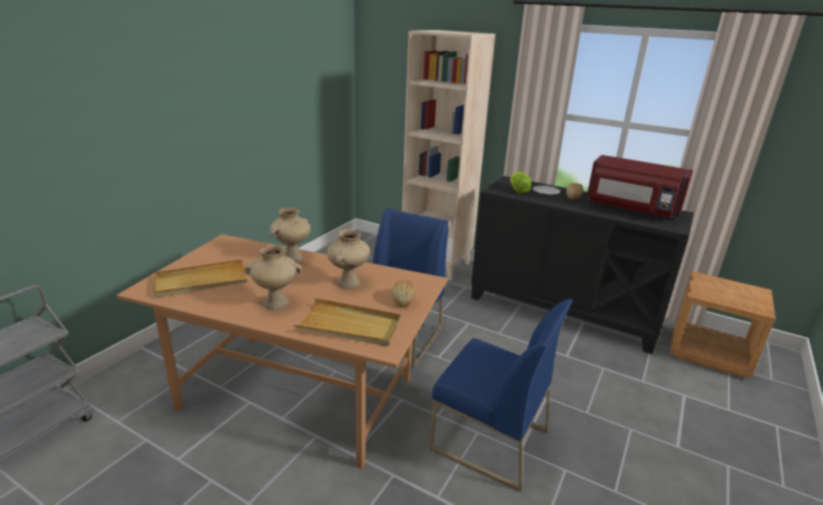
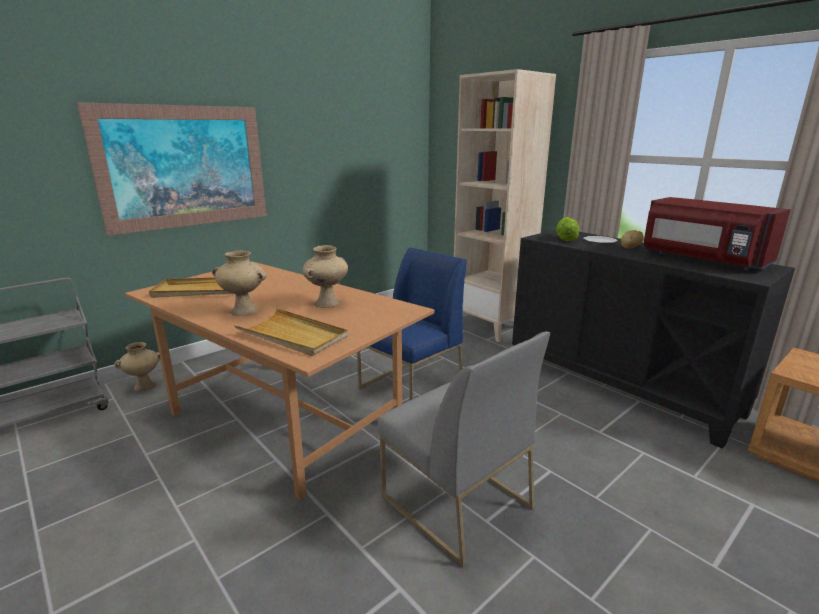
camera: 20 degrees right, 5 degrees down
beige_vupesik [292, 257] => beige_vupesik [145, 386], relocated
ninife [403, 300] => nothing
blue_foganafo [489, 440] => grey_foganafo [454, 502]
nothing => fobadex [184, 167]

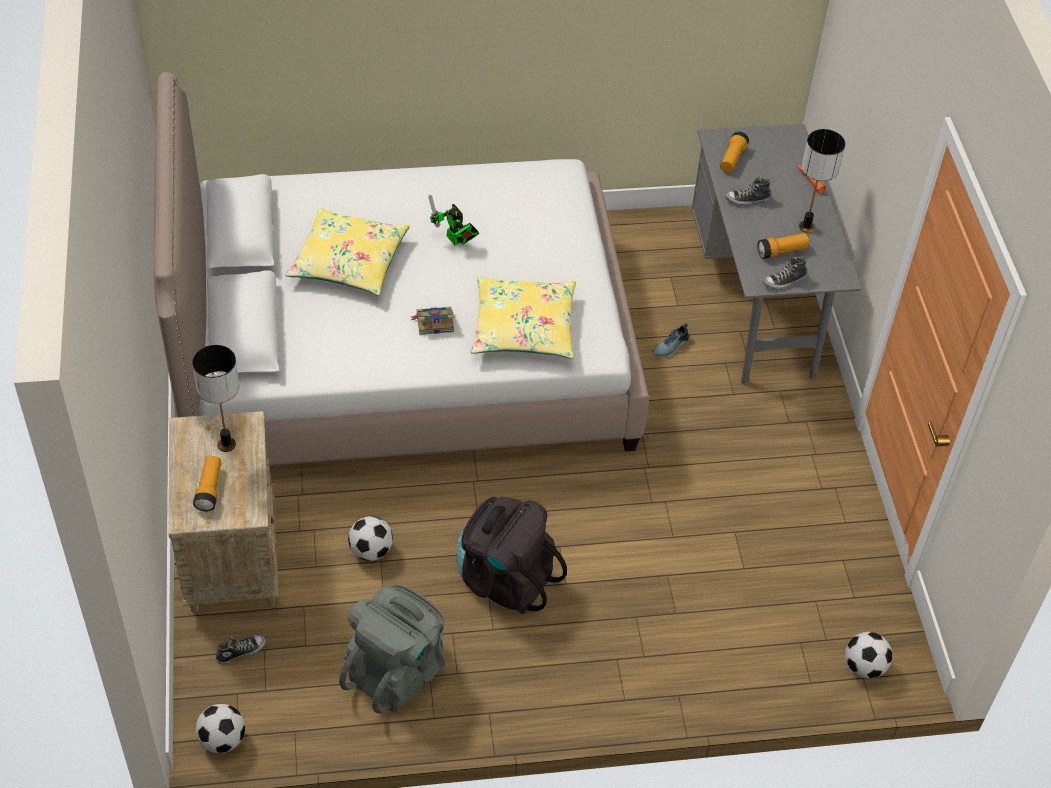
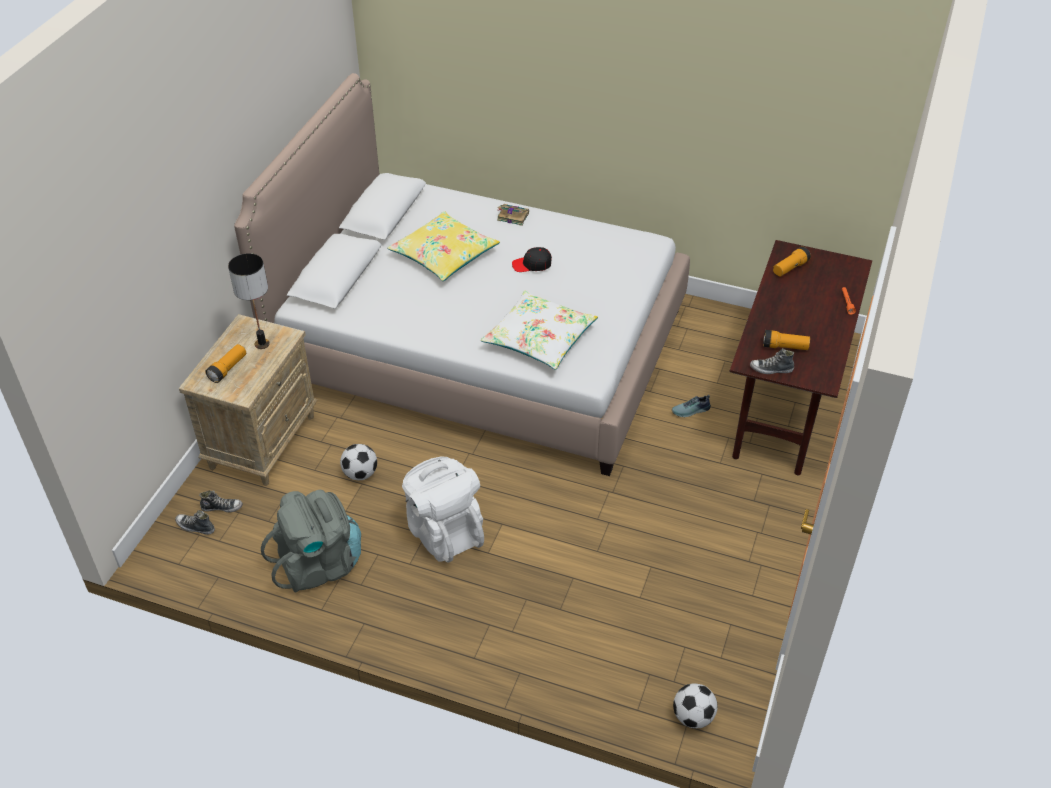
camera: 30 degrees right, 5 degrees down
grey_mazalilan [756, 302] => brown_mazalilan [785, 402]
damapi [806, 227] => nothing
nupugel [747, 200] => nupugel [195, 527], relocated
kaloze [455, 241] => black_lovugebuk [532, 265]
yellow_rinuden [523, 327] => white_rinuden [539, 339]
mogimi [434, 322] => mogimi [512, 216], relocated
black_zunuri [505, 579] => white_zunuri [444, 531]
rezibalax [222, 740] => nothing

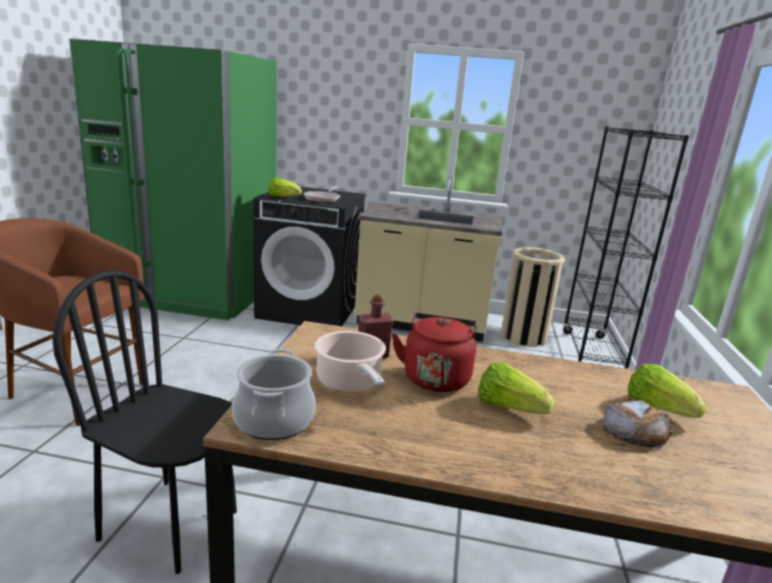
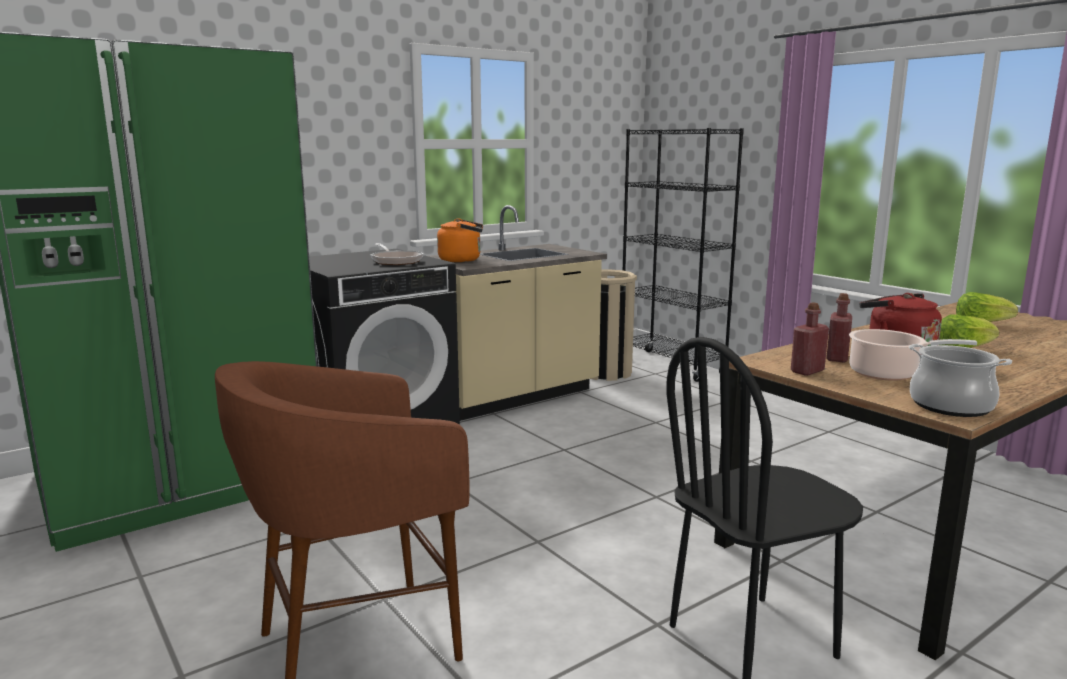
camera: 45 degrees left, 5 degrees down
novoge [283, 197] => nothing
ninife [635, 431] => nothing
nothing => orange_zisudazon [462, 260]
nothing => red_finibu [807, 371]

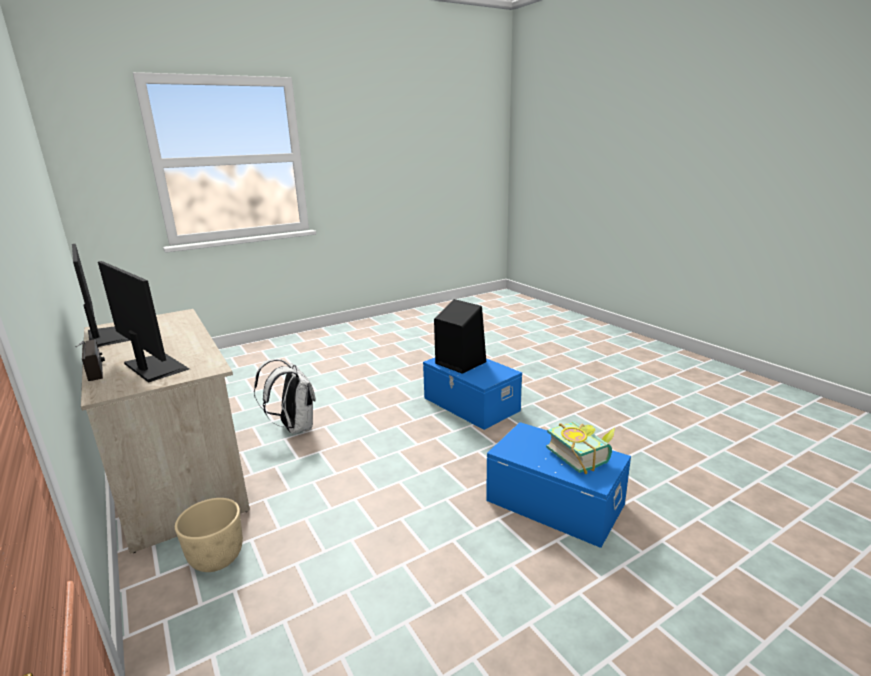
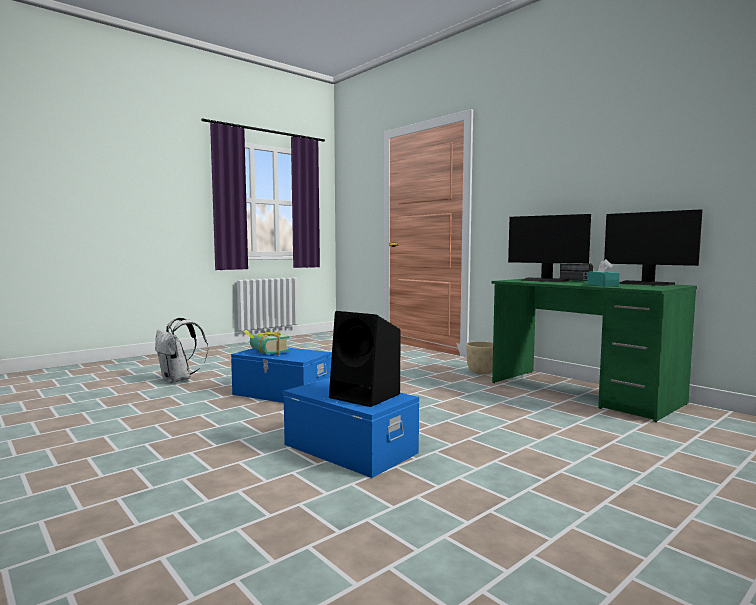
camera: 170 degrees right, 15 degrees down
beige_mazalilan [178, 472] => green_mazalilan [583, 393]
white_zunuri [294, 428] => white_zunuri [178, 380], relocated
nothing => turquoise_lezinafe [603, 285]

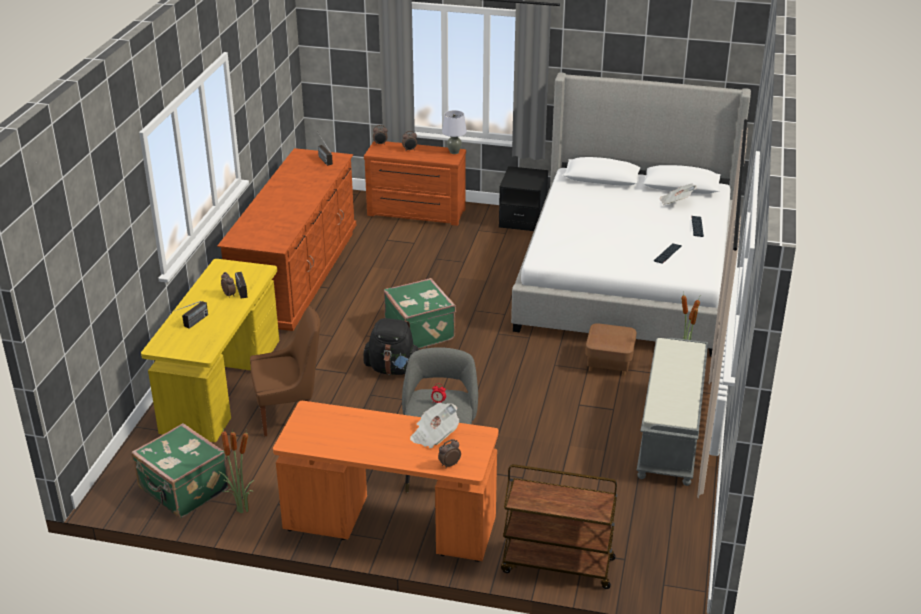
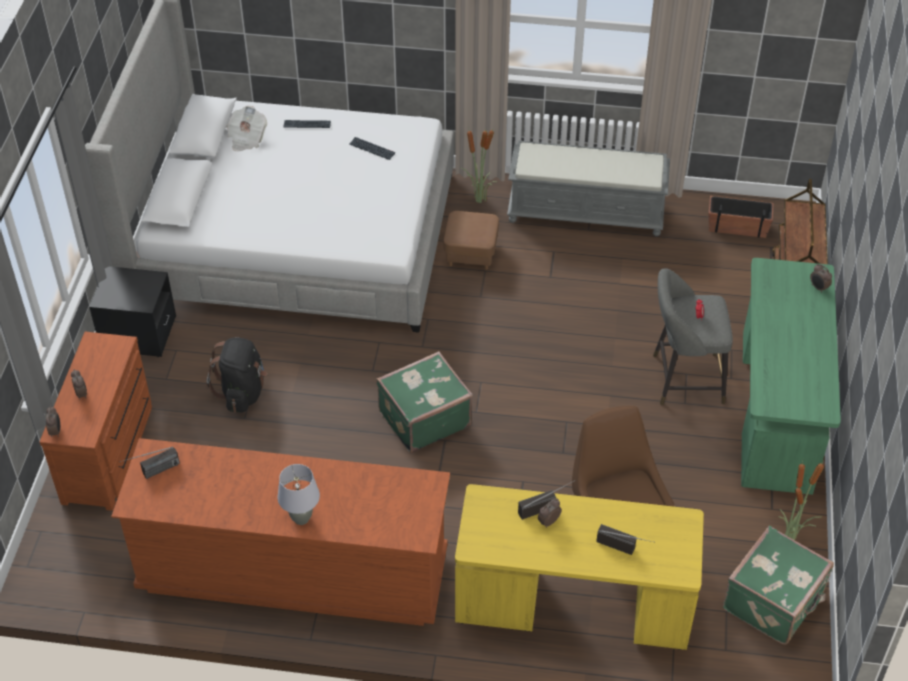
camera: 95 degrees left, 15 degrees up
grey_damapi [454, 152] => grey_damapi [301, 519], relocated
black_zunuri [393, 369] => black_zunuri [242, 392], relocated
orange_mazalilan [390, 525] => green_mazalilan [776, 411]
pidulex [434, 435] => nothing
nothing => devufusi [737, 226]

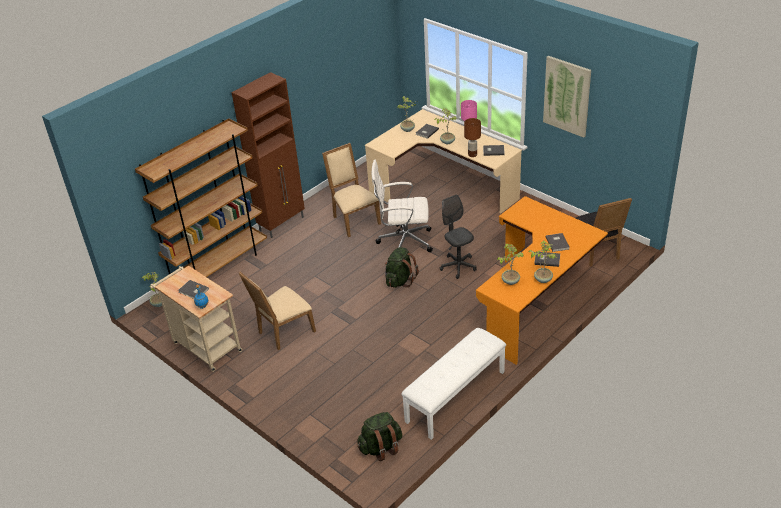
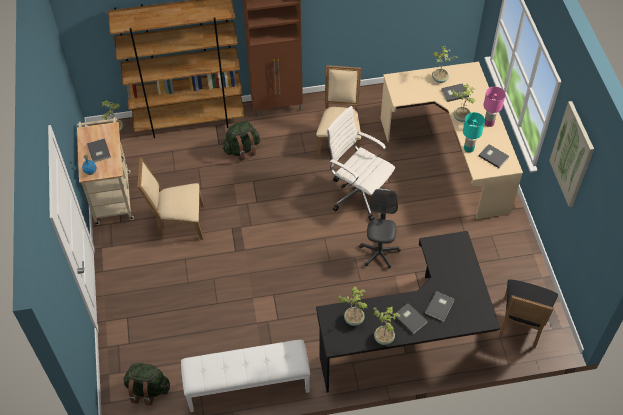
camera: 35 degrees right, 15 degrees up
brown_damapi [472, 154] => turquoise_damapi [469, 148]
orange_mazalilan [537, 301] => black_mazalilan [411, 339]
green_zunuri [400, 280] => green_zunuri [242, 150], relocated

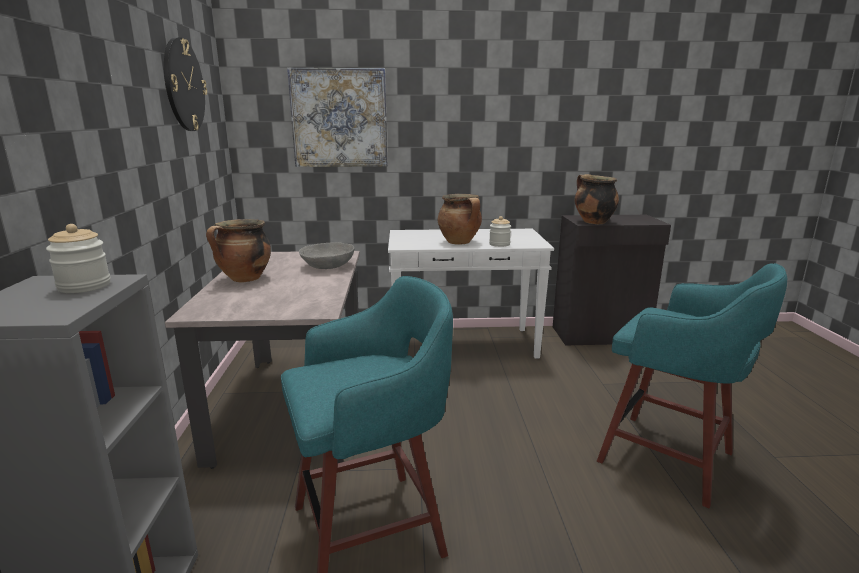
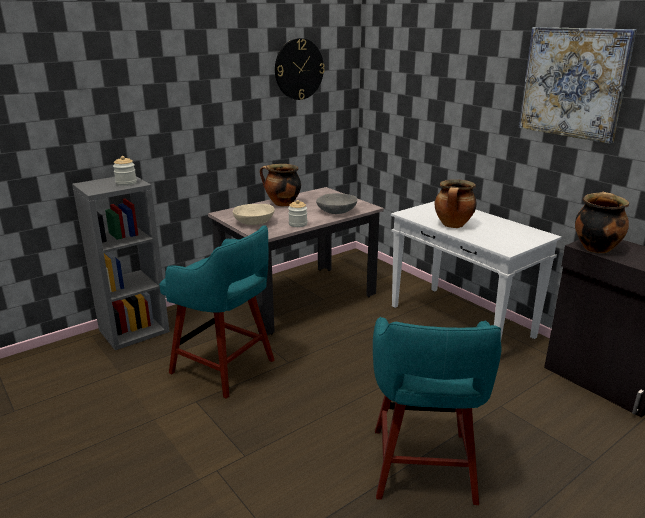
camera: 55 degrees right, 5 degrees up
fobadex [339, 118] => fobadex [573, 83], relocated
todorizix [499, 244] => todorizix [298, 224], relocated
nothing => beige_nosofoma [254, 222]

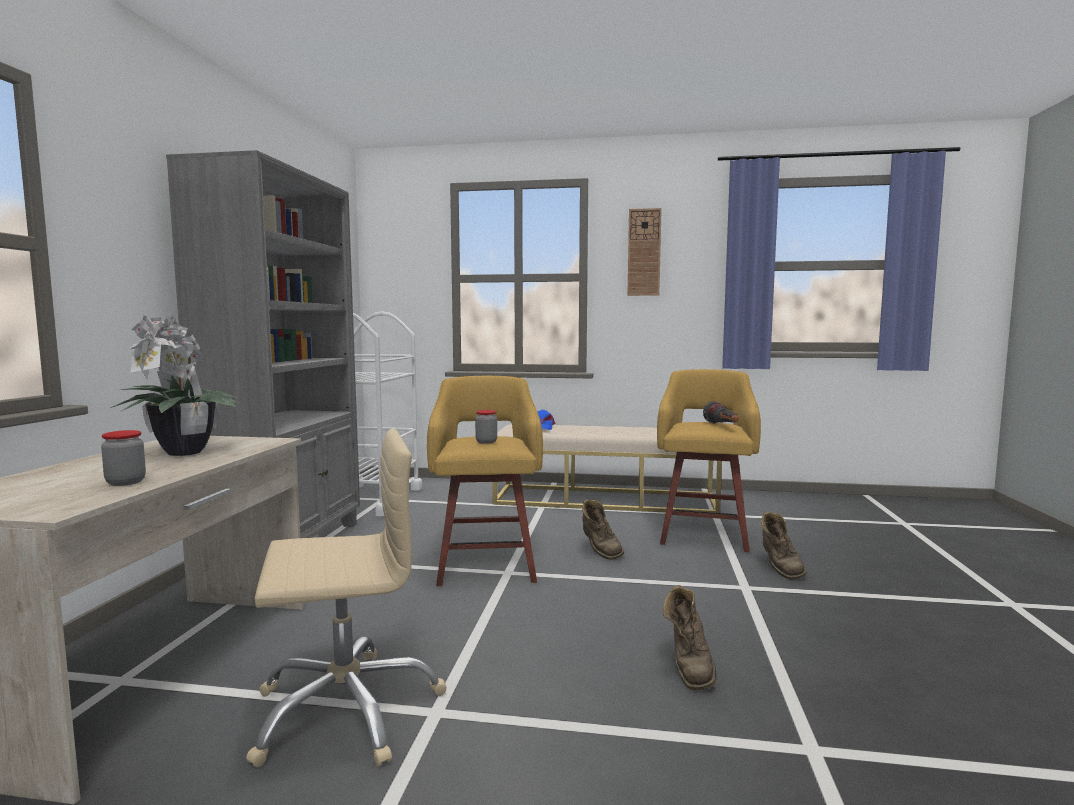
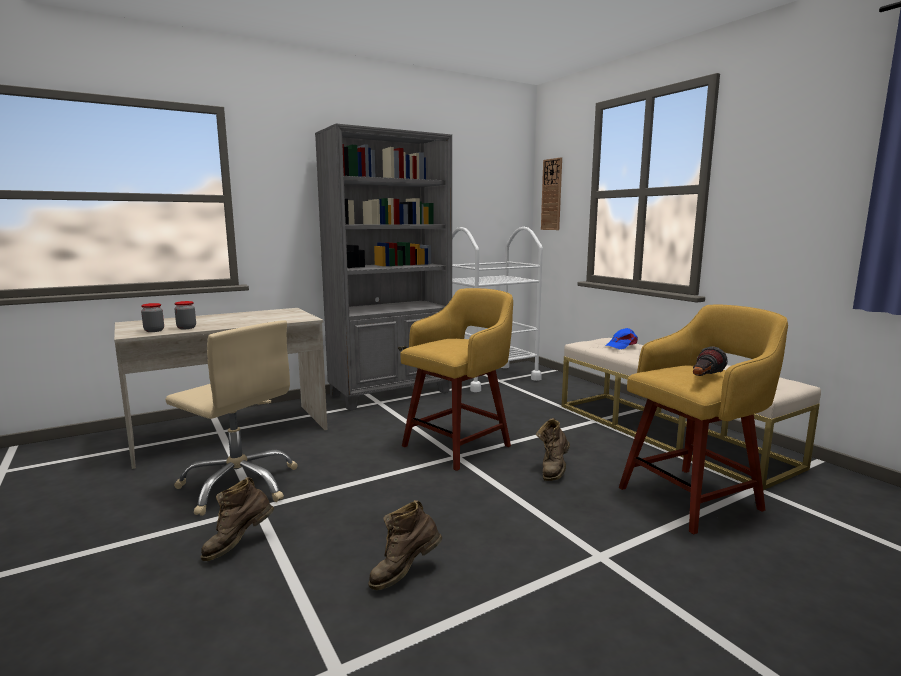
camera: 50 degrees right, 5 degrees up
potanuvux [644, 252] => potanuvux [552, 194], relocated
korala [181, 453] => nothing
todorizix [486, 442] => todorizix [154, 330], relocated
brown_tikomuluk [779, 568] => brown_tikomuluk [238, 545], relocated

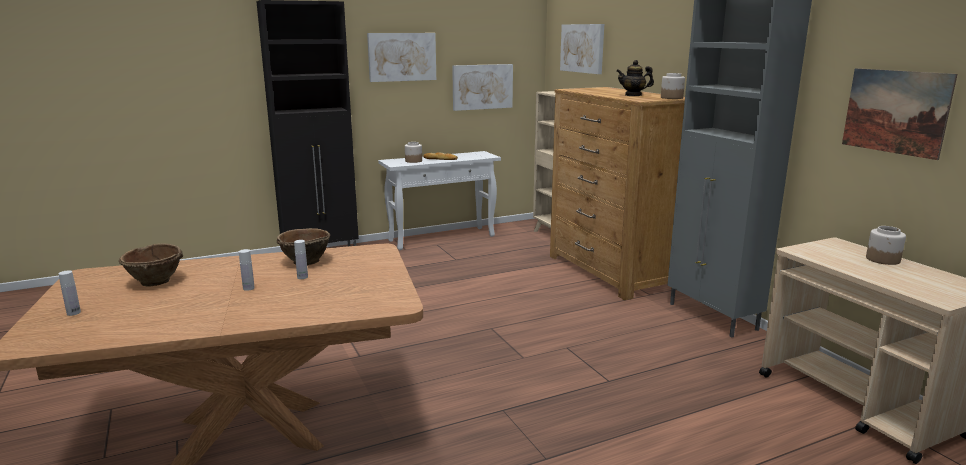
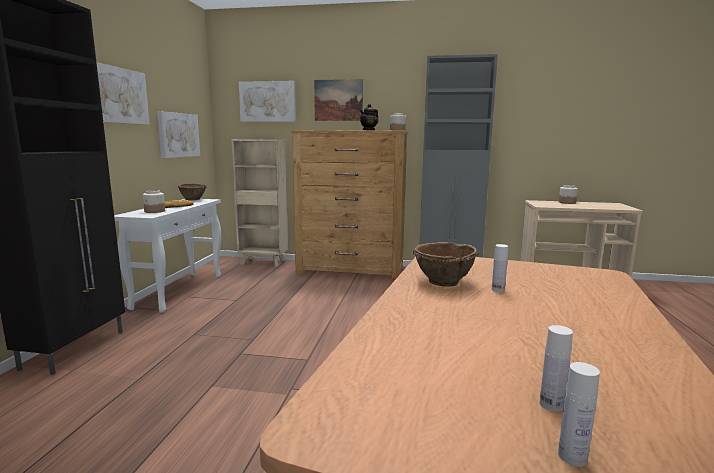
camera: 55 degrees left, 5 degrees down
fobadex [895, 111] => fobadex [338, 100], relocated
brown_nosofoma [155, 282] => brown_nosofoma [193, 199], relocated
white_finibu [248, 288] => white_finibu [551, 405], relocated

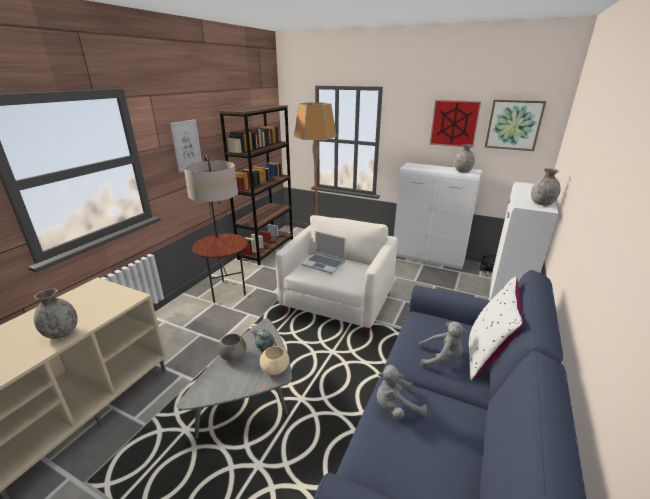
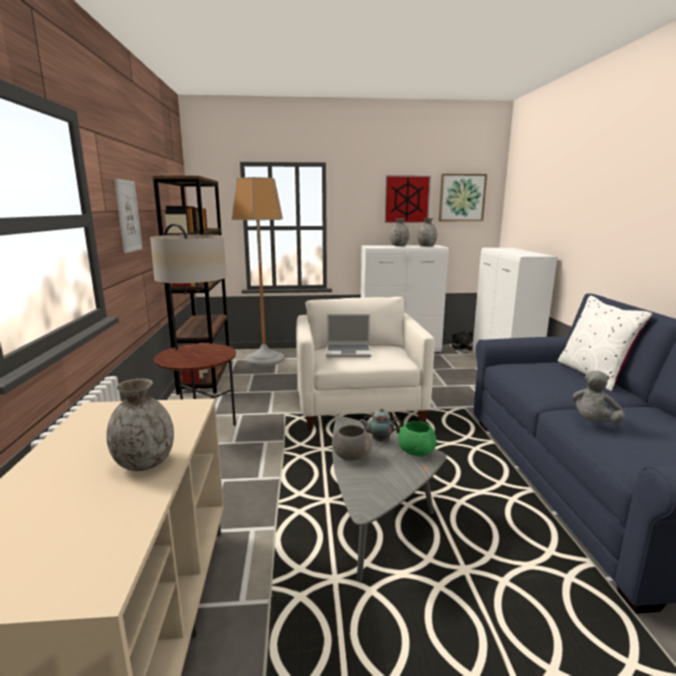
camera: 30 degrees left, 10 degrees down
grey_vupesik [542, 204] => grey_vupesik [399, 246], relocated
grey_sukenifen [441, 358] => nothing
beige_nosofoma [275, 368] => green_nosofoma [416, 451]

